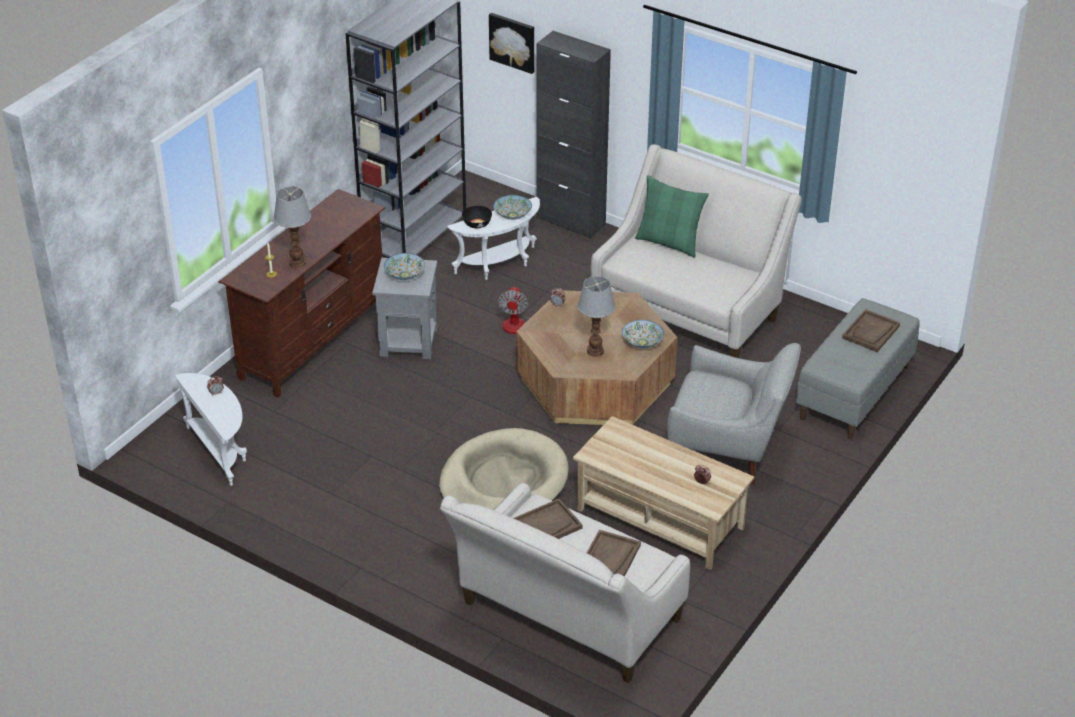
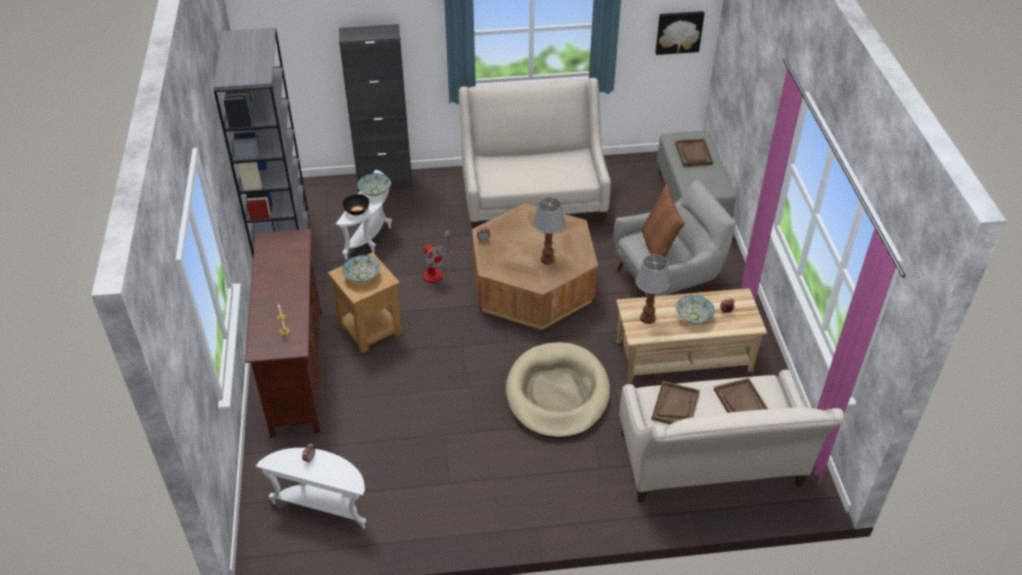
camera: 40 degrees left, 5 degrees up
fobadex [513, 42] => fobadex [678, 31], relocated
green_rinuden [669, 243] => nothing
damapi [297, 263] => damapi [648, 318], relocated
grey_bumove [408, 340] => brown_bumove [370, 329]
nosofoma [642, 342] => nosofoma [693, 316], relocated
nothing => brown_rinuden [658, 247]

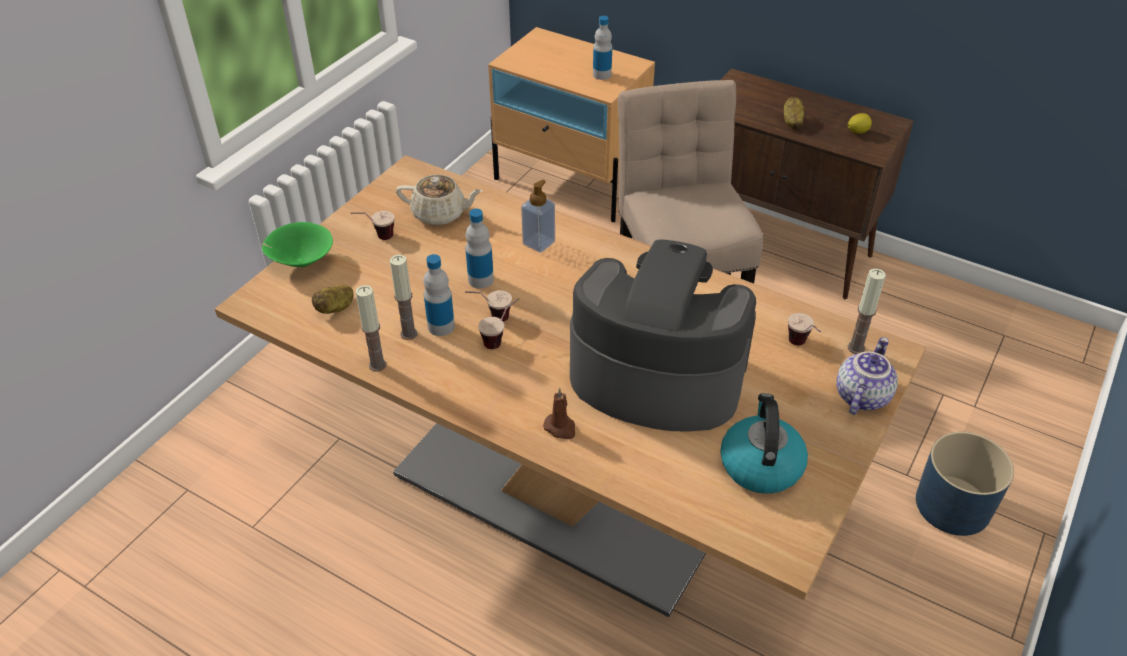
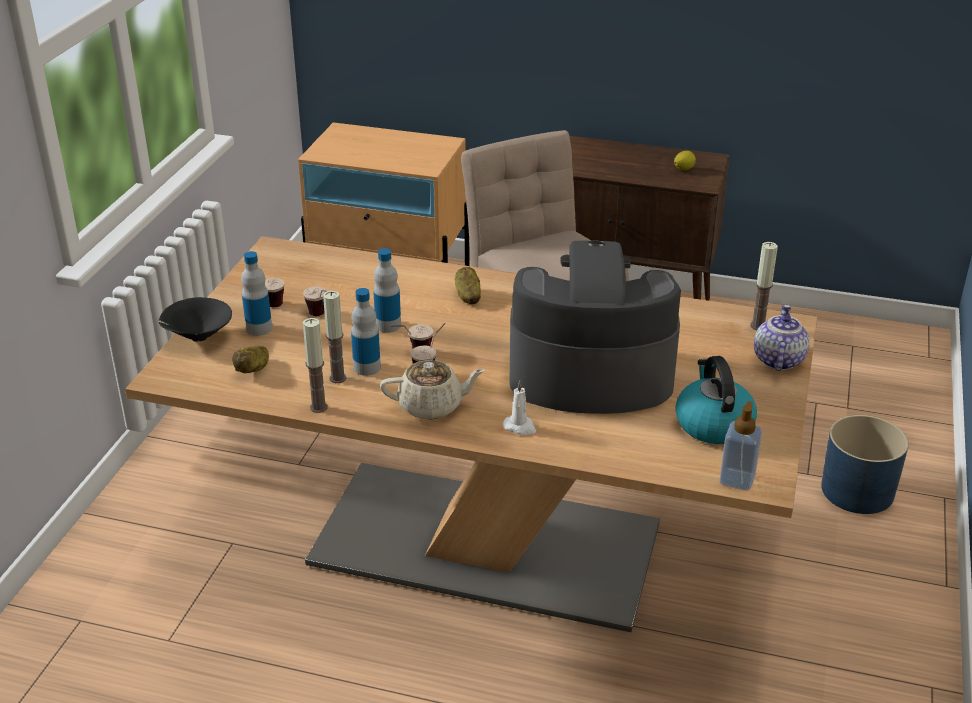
camera: 15 degrees left, 10 degrees down
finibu [602, 75] => finibu [259, 328], relocated
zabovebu [792, 121] => zabovebu [467, 296], relocated
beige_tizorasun [440, 214] => beige_tizorasun [432, 406], relocated
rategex [538, 243] => rategex [737, 479], relocated
green_nosofoma [300, 262] => black_nosofoma [197, 337]
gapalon [801, 347] => gapalon [321, 316], relocated
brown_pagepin [560, 428] => white_pagepin [520, 427]

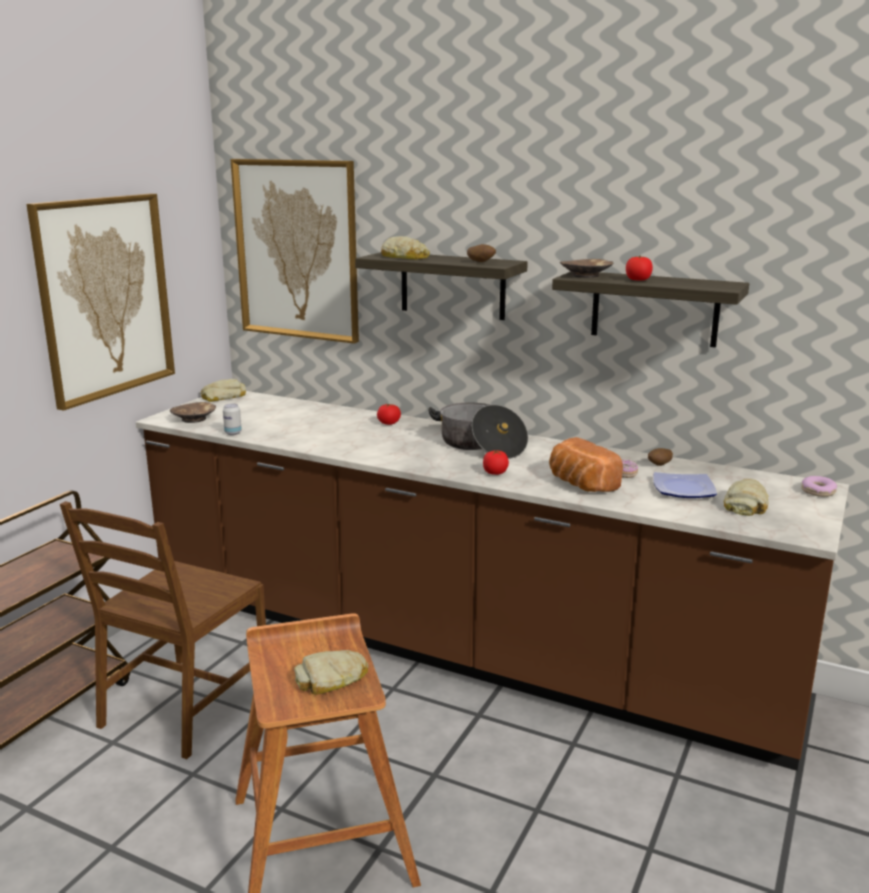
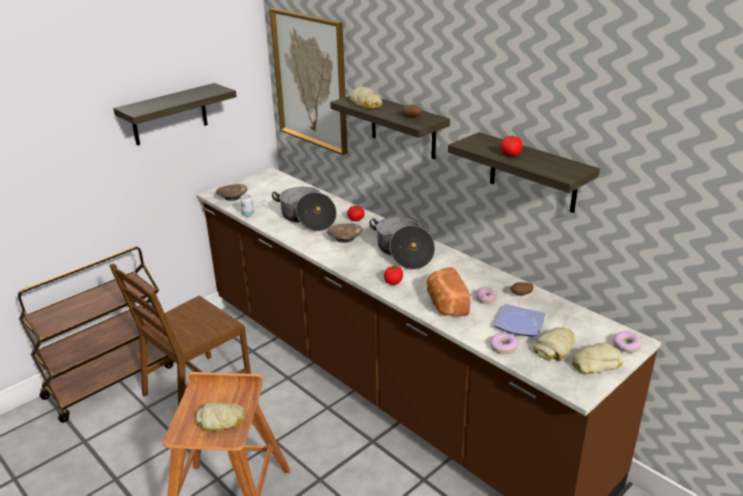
camera: 20 degrees right, 10 degrees up
fobadex [105, 297] => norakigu [169, 114]
brown_nosofoma [586, 275] => brown_nosofoma [345, 238], relocated
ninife [223, 396] => ninife [595, 363], relocated
nothing => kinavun [306, 218]
nothing => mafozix [503, 347]

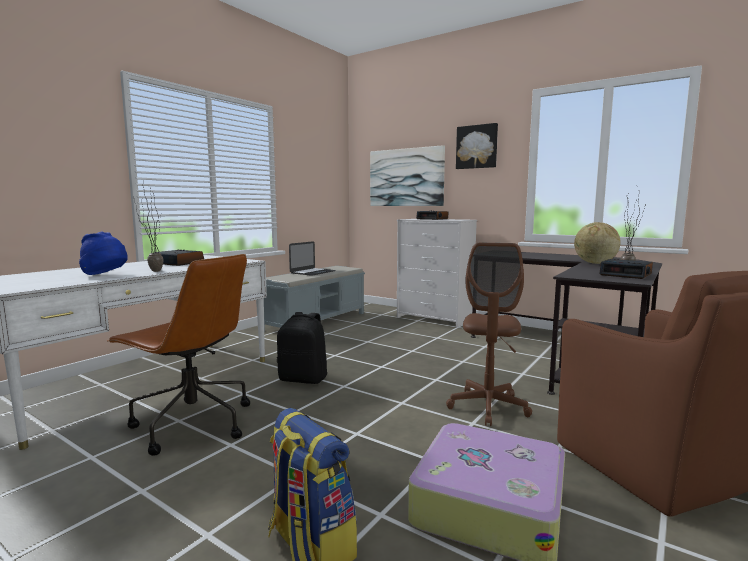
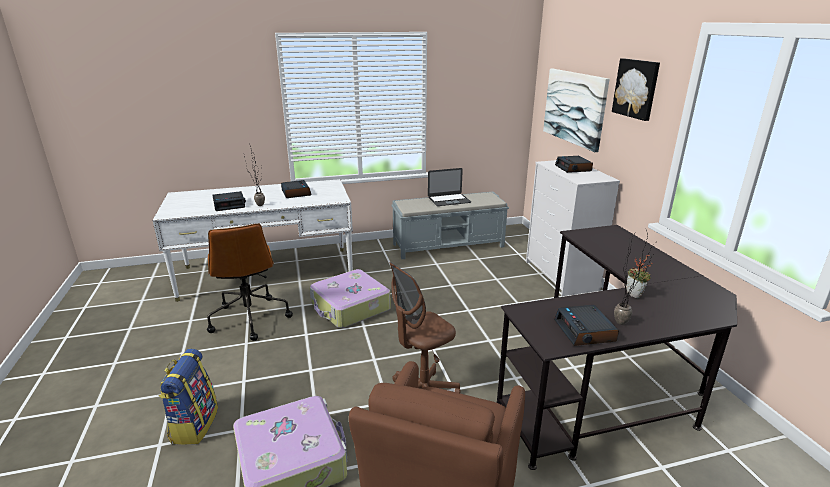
camera: 40 degrees right, 15 degrees up
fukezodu [594, 263] => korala [635, 295]
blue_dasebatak [106, 275] => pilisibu [229, 205]
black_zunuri [303, 379] => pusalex [350, 307]

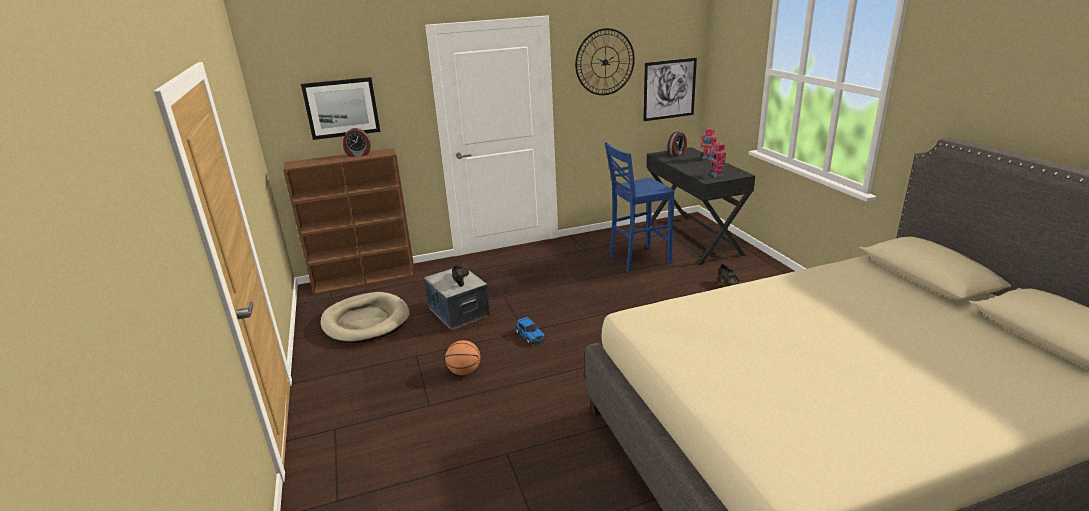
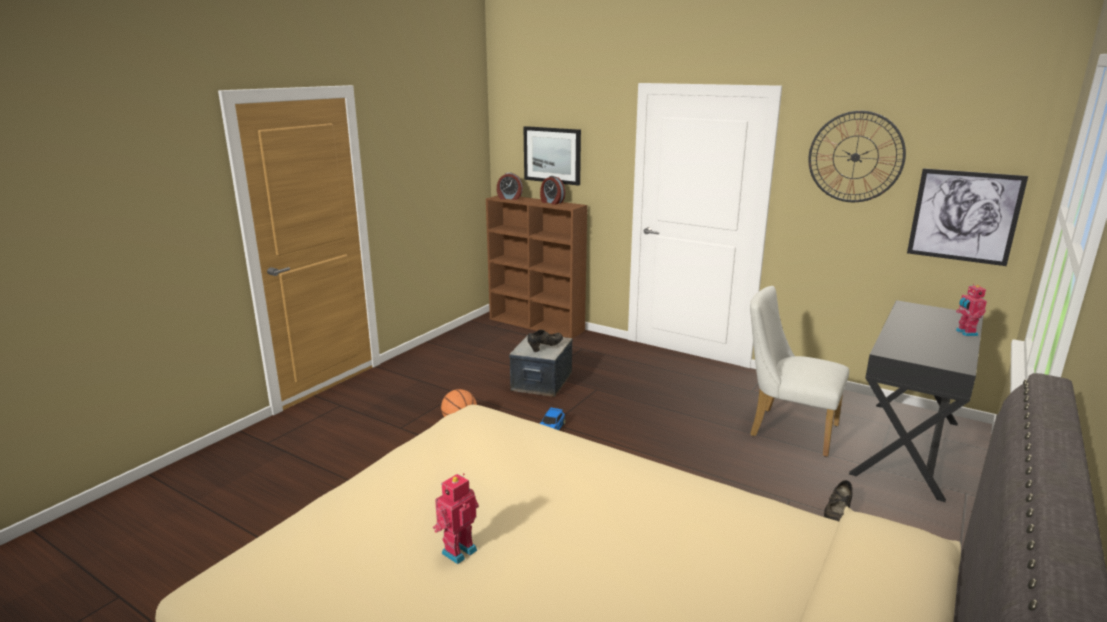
camera: 50 degrees right, 5 degrees down
pilisibu [677, 154] => pilisibu [509, 198], relocated
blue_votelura [637, 259] => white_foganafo [786, 429]
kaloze [716, 175] => kaloze [457, 550], relocated
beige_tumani [366, 321] => nothing

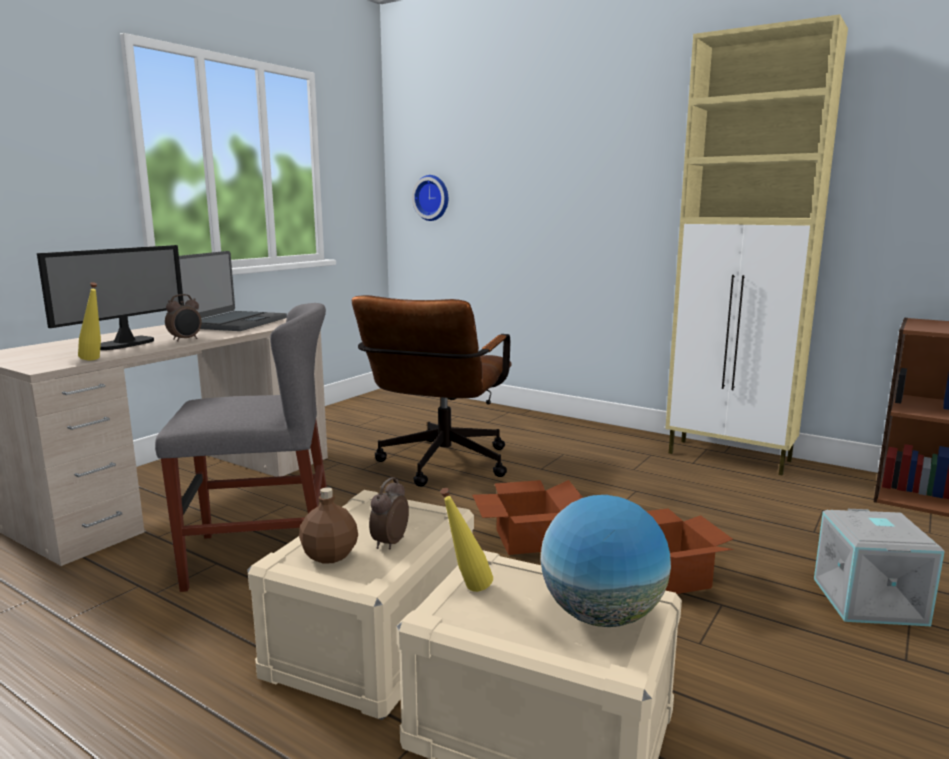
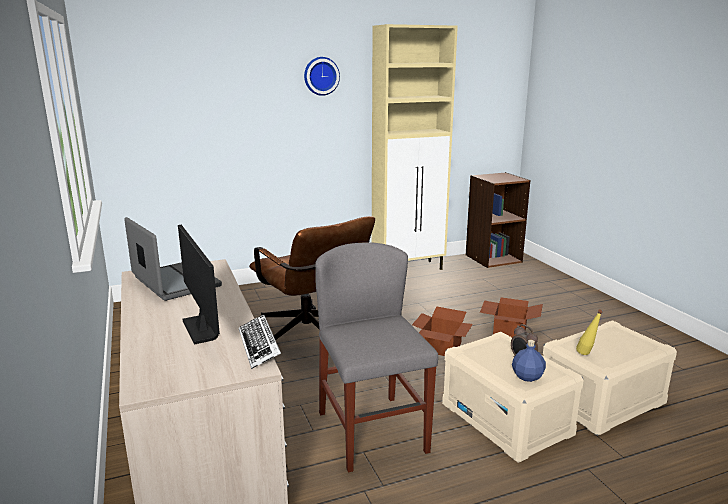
camera: 55 degrees left, 5 degrees up
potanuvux [432, 198] => potanuvux [321, 76], relocated
yellow_finibu [95, 360] => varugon [259, 345]
pilisibu [186, 339] => nothing
grey_foganafo [262, 556] => grey_foganafo [372, 432], 45 degrees counterclockwise
brown_finibu [329, 556] => blue_finibu [527, 377]
fukezodu [601, 616] => nothing
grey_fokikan [871, 601] => nothing

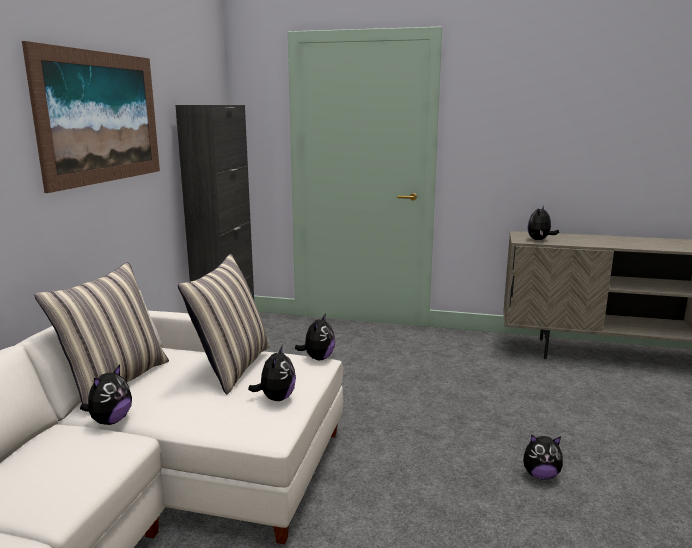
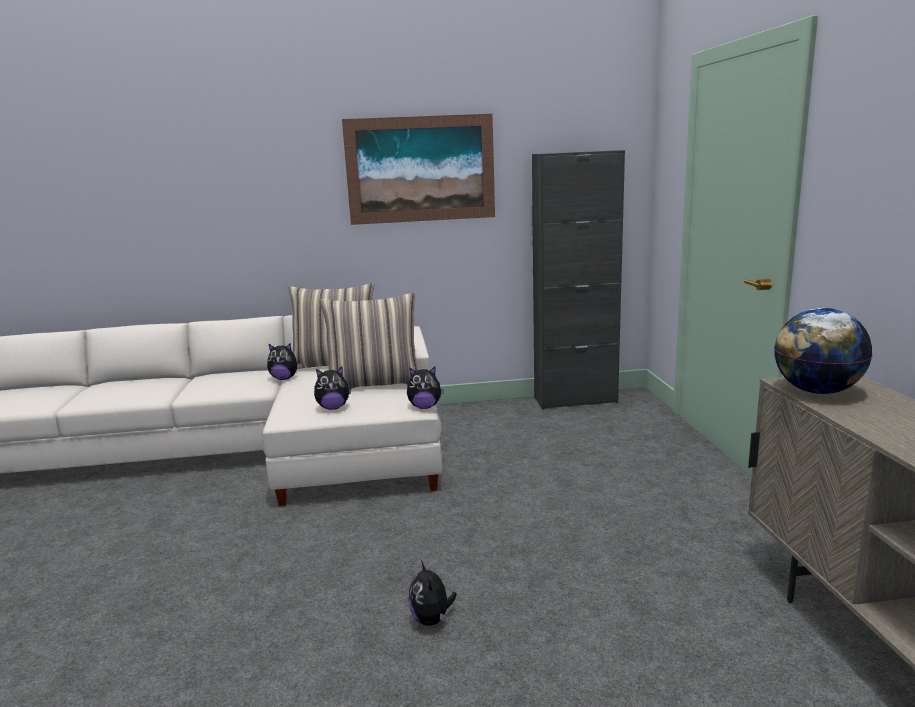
camera: 70 degrees right, 0 degrees up
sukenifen [539, 240] => fukezodu [816, 391]

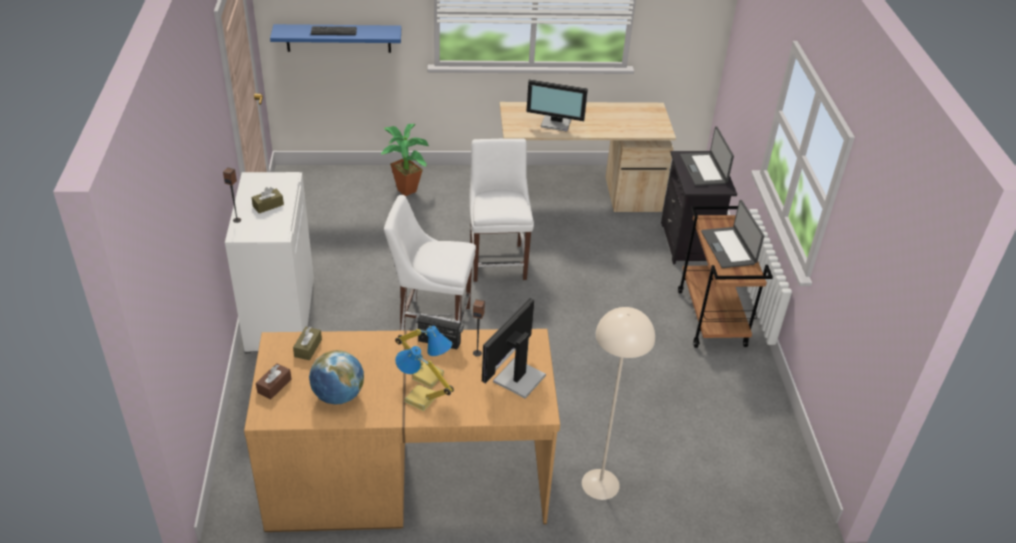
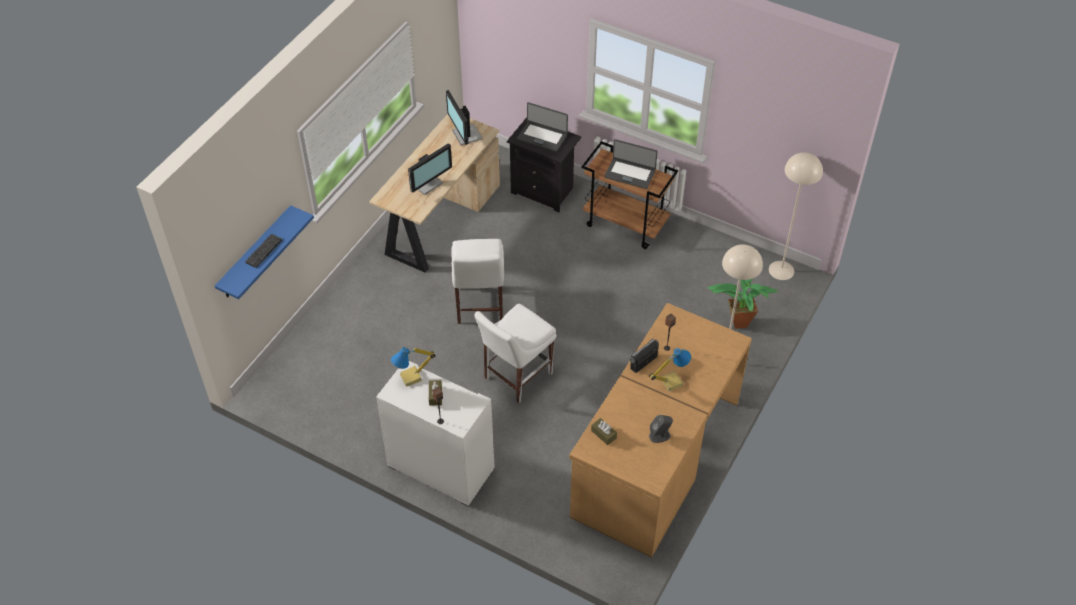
camera: 55 degrees left, 10 degrees up
korala [406, 188] => korala [735, 322], relocated
white_foganafo [497, 260] => white_foganafo [479, 307], 120 degrees counterclockwise
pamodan [517, 378] => pamodan [466, 135], relocated
damapi [420, 400] => damapi [411, 378], relocated
fukezodu [338, 396] => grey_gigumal [660, 435]
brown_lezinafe [274, 386] => nothing
nothing => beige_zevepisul [781, 270]

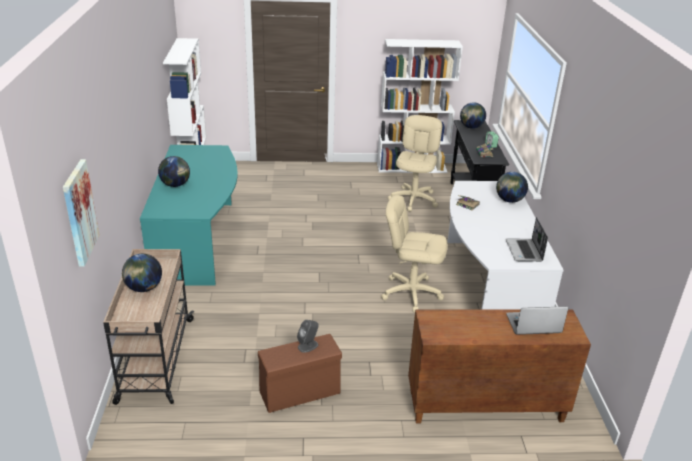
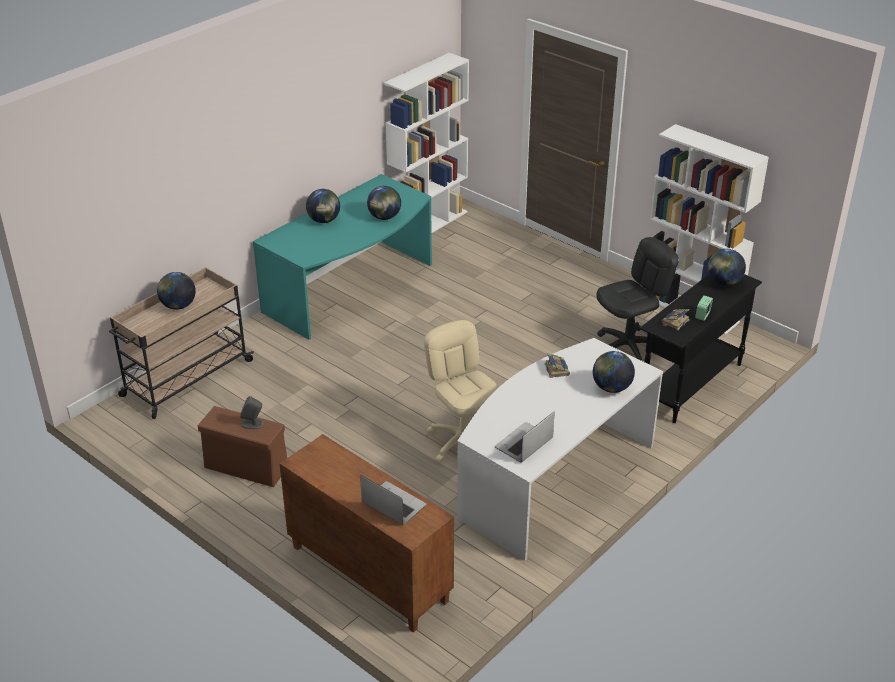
camera: 45 degrees right, 5 degrees up
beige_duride [414, 199] => black_duride [628, 348]
fobadex [79, 212] => nothing
nothing => fukezodu [384, 217]

